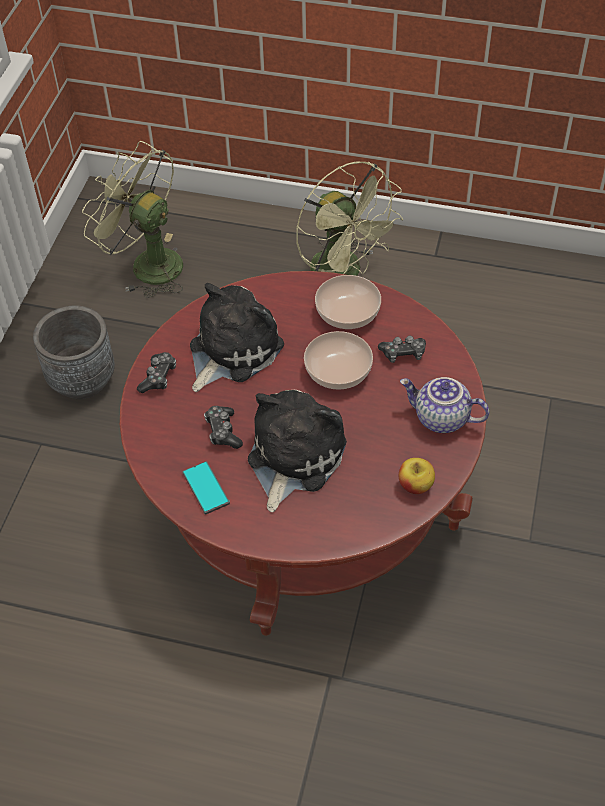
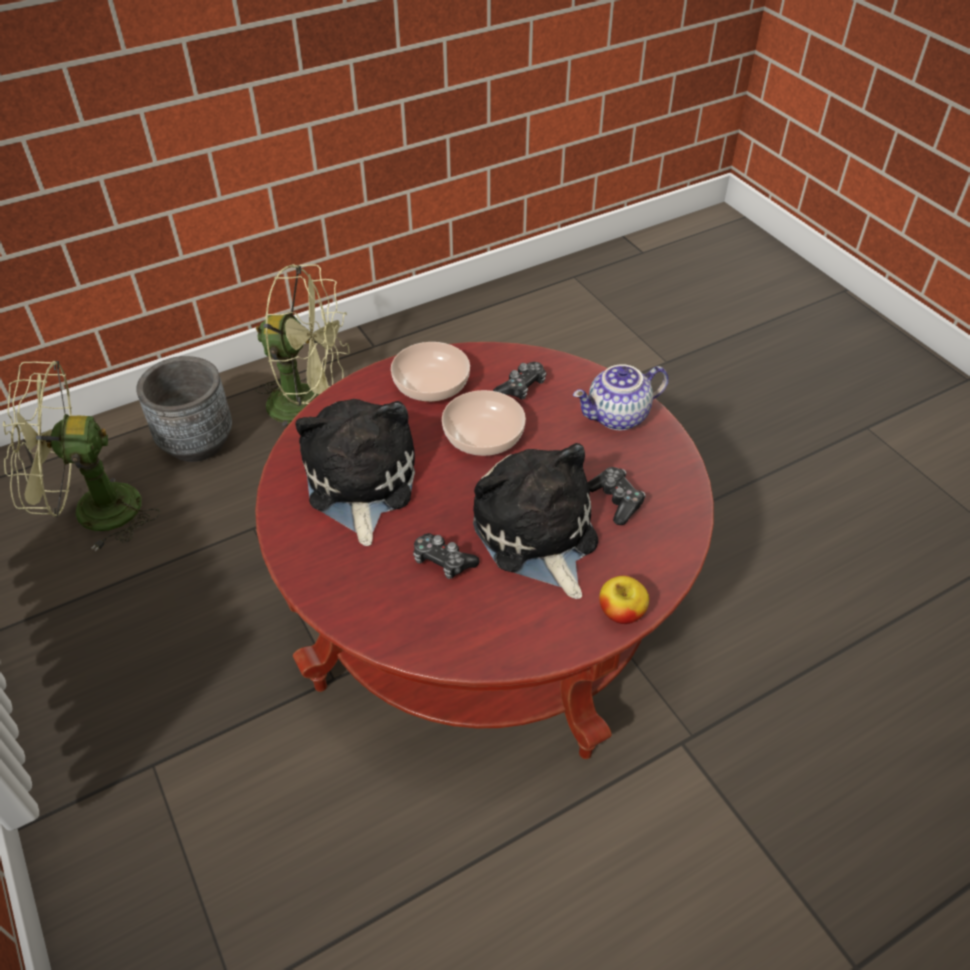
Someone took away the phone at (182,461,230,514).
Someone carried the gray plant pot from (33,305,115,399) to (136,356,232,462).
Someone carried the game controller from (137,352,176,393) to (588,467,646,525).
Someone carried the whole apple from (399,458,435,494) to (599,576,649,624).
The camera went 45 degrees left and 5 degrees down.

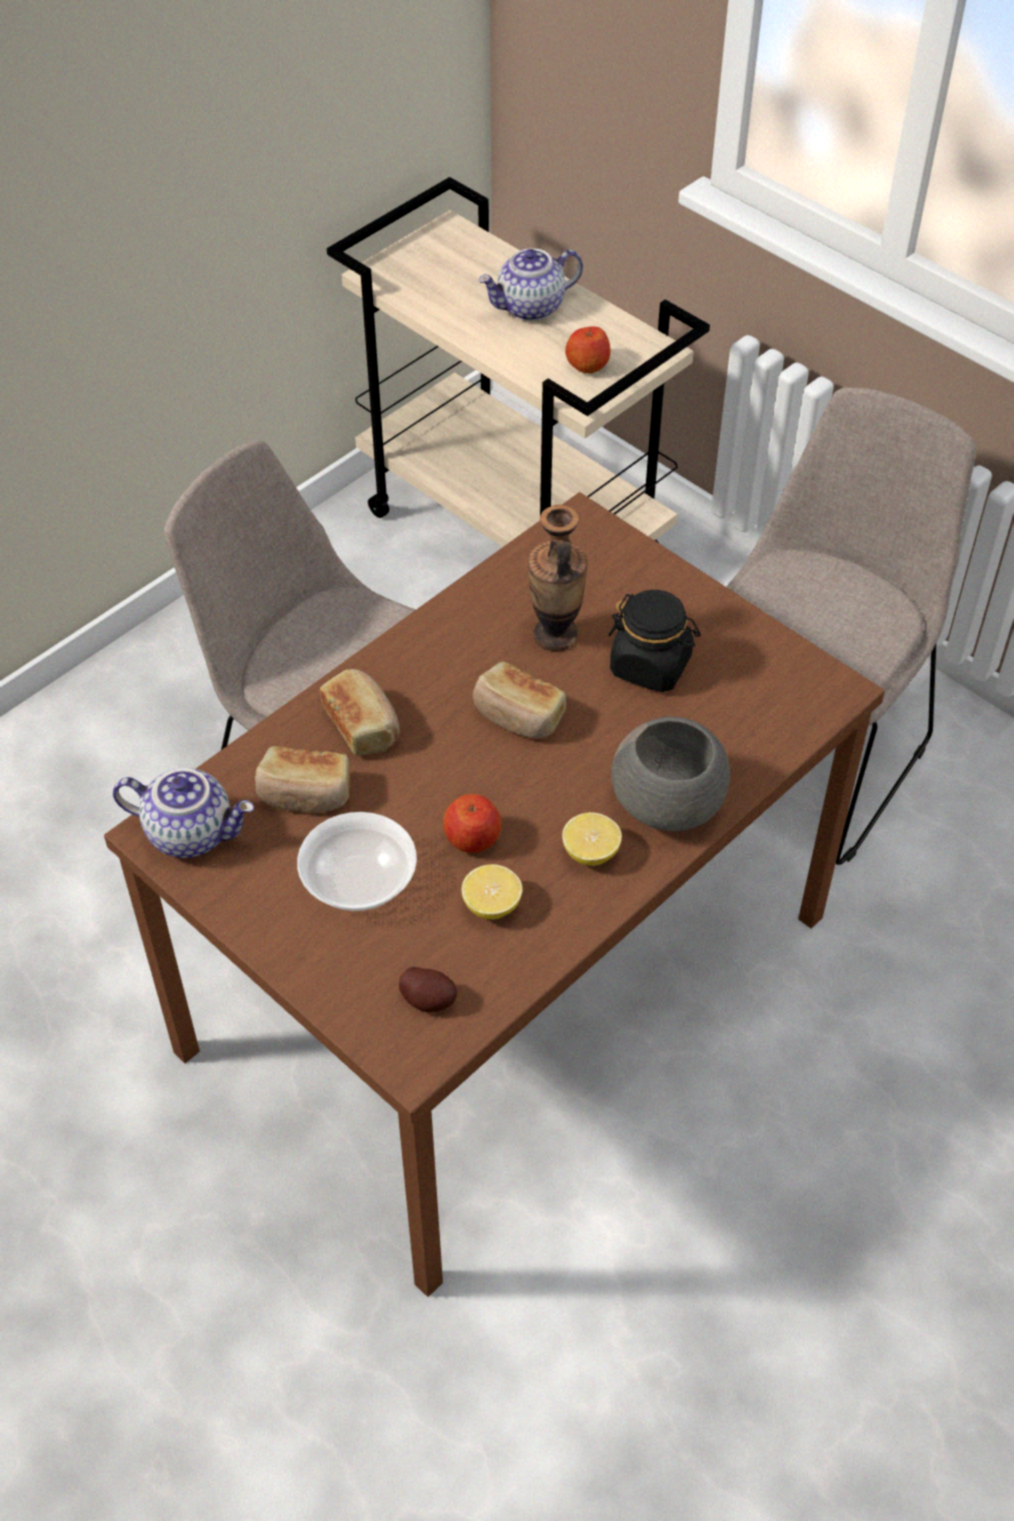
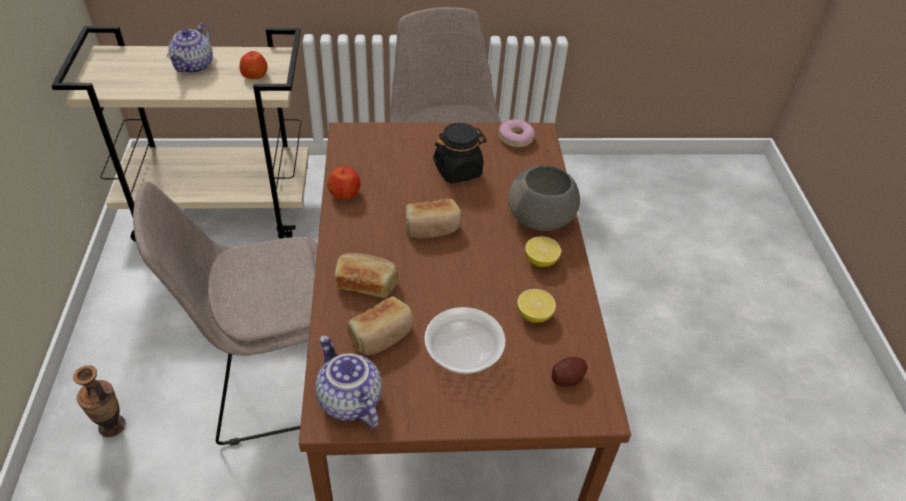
Someone put down the ring doughnut at (499,119,535,147).
Someone carried the whole apple from (443,794,501,853) to (327,167,361,200).
Someone carried the flower vase from (528,505,588,651) to (73,365,126,437).
Someone rotated the pot for tea at (113,768,254,858) by 90 degrees counterclockwise.
The camera went 50 degrees left and 5 degrees down.

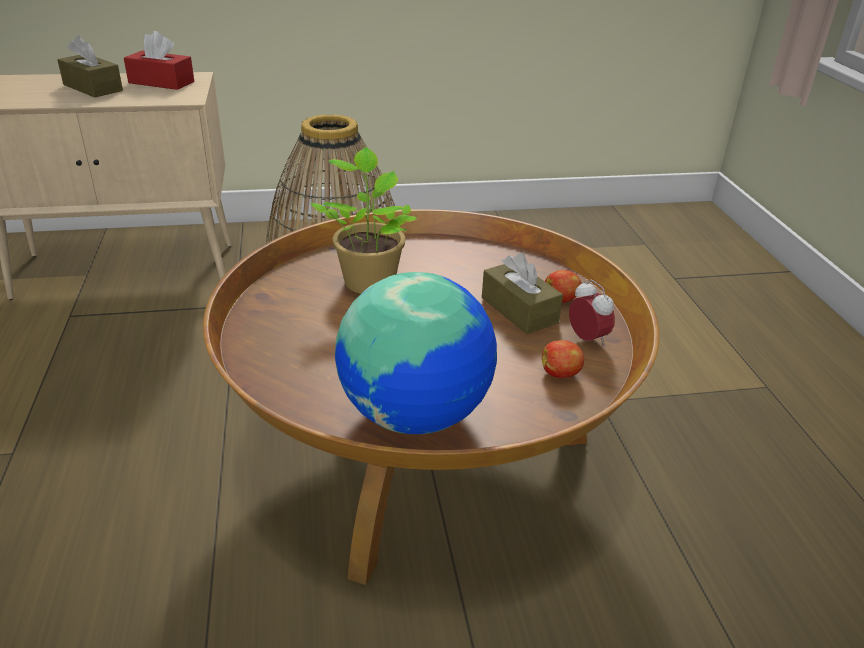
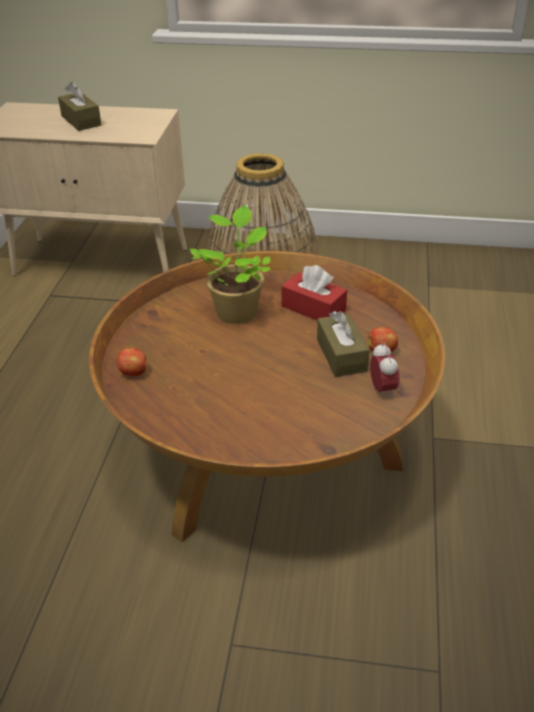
Someone took away the desk globe at (335,272,497,434).
Someone carried the reddish tissue box from (124,31,194,90) to (282,265,347,321).
Someone carried the whole apple from (542,340,584,378) to (117,348,146,376).
The camera went 20 degrees right and 5 degrees up.

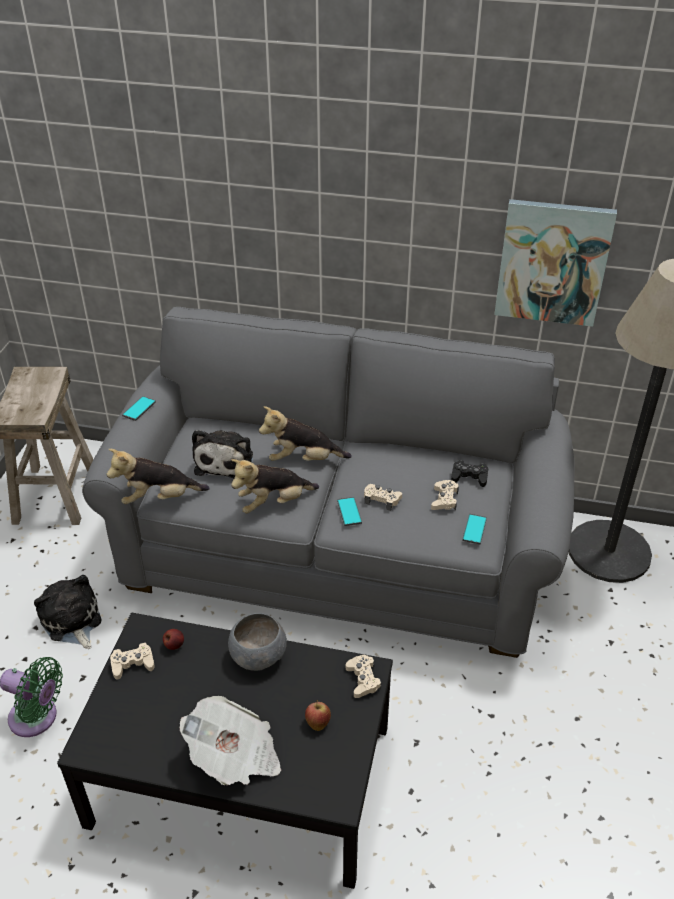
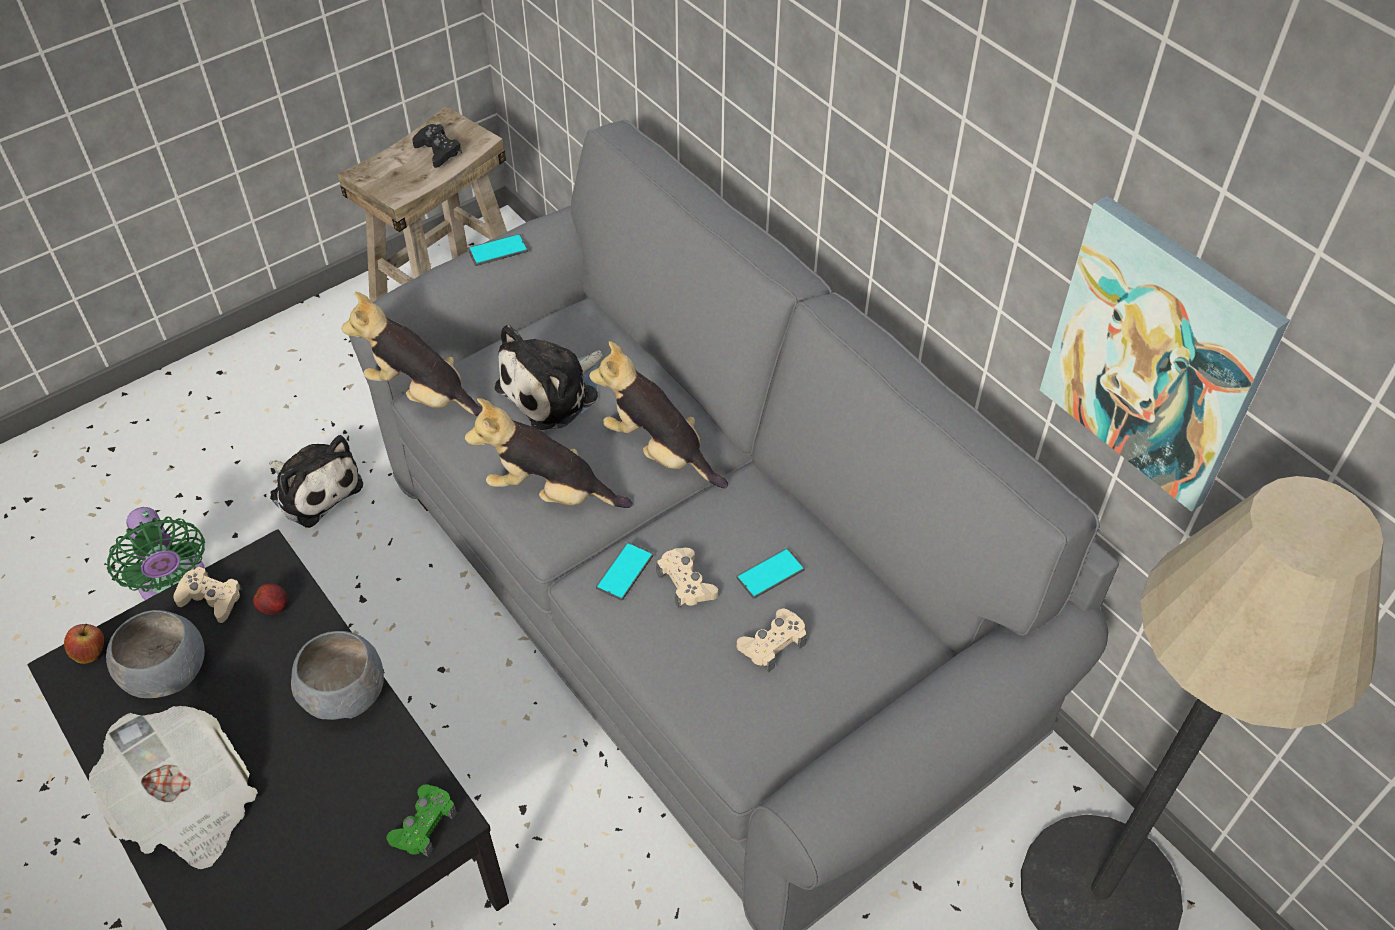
Someone put down the gray serving bowl at (106,610,205,698).
Someone carried the whole apple from (305,700,331,731) to (64,624,104,664).
Someone carried the black-coloured game controller from (451,460,488,487) to (412,124,462,168).
Someone carried the phone from (462,514,487,544) to (736,548,805,599).
Someone repainted the sand-coloured game controller at (346,655,381,698), which became the green-coloured game controller at (387,784,457,857).
Someone rotated the soft toy at (34,575,101,649) by 120 degrees clockwise.
The camera went 40 degrees right and 10 degrees up.

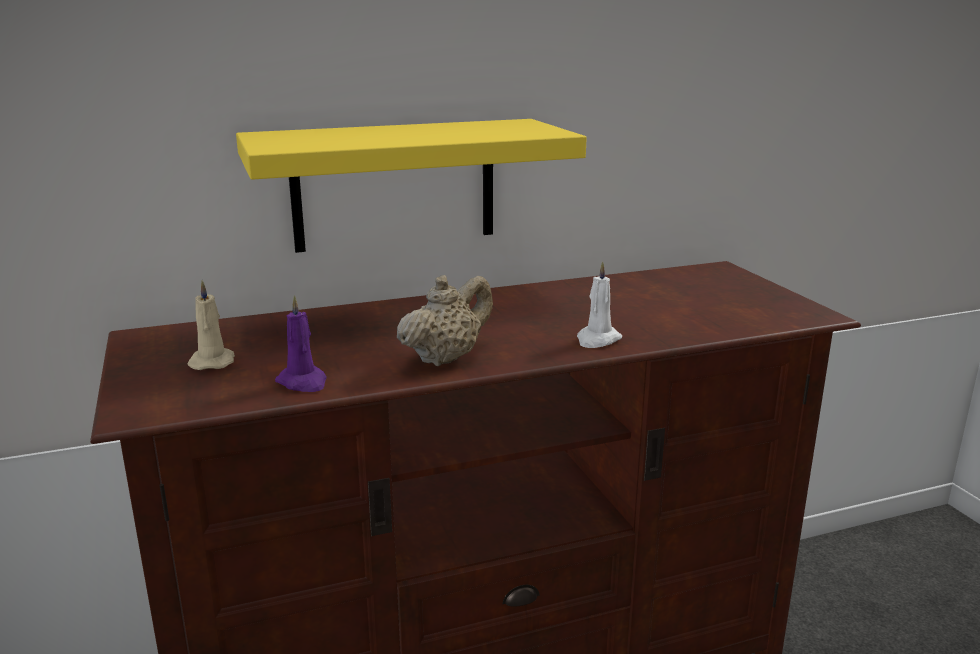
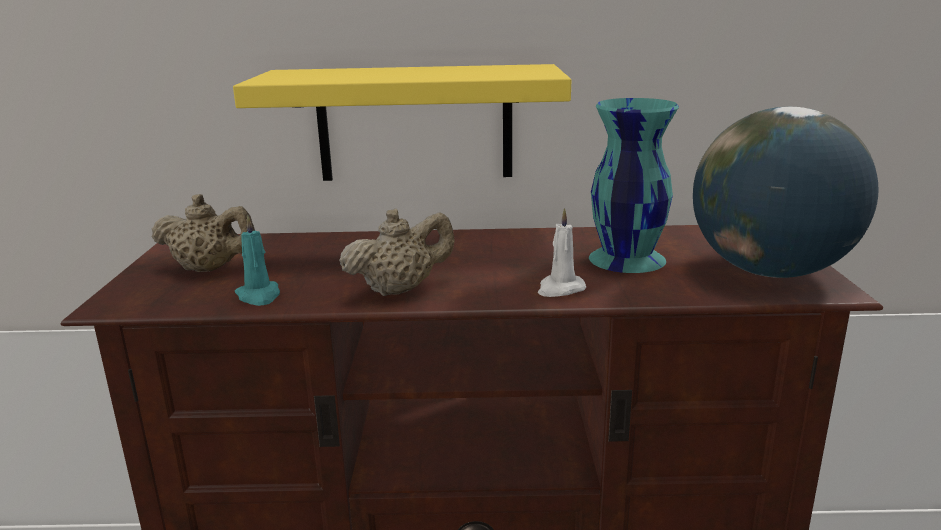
Someone put down the turquoise-coloured flower vase at (589,98,679,273).
Someone put down the desk globe at (693,107,878,278).
Someone swapped the sand-coloured wax light at (188,280,235,370) for the sand-coloured pot for tea at (151,194,255,272).
Someone repainted the purple wax light at (275,295,327,392), which became the turquoise-coloured wax light at (235,215,280,306).
The camera went 20 degrees right and 0 degrees up.

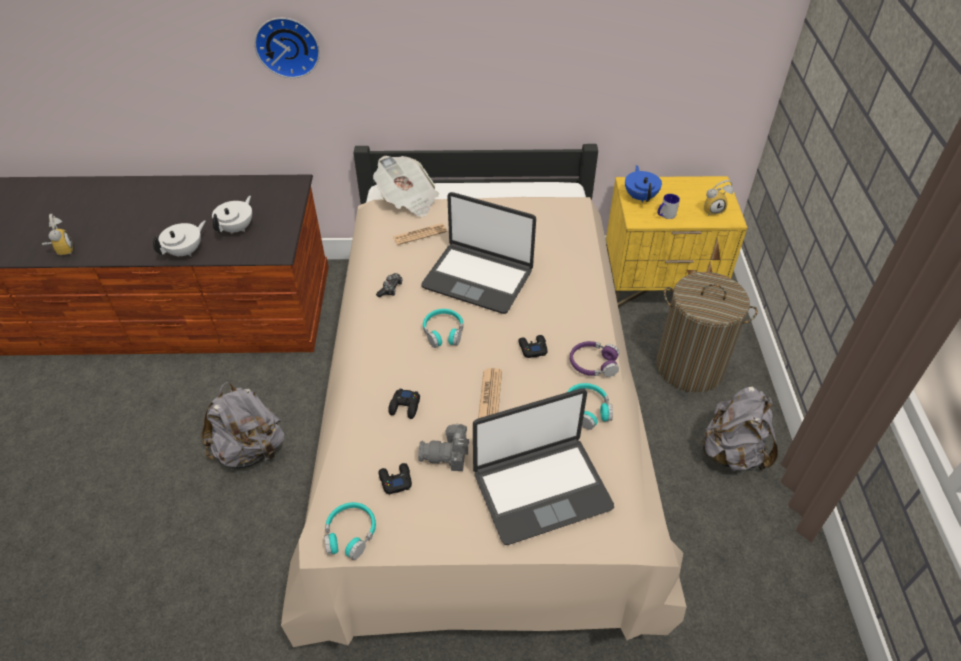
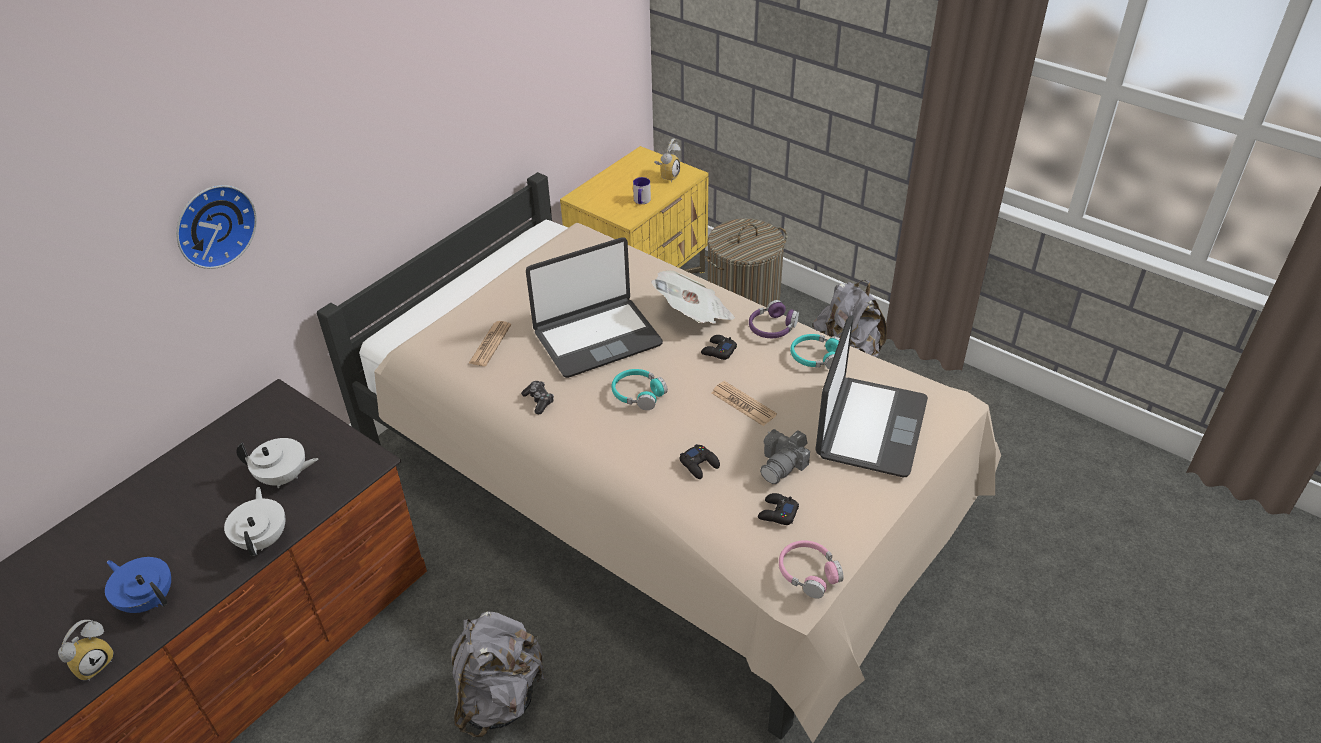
Someone carried the daily paper from (373,156,439,217) to (651,270,735,324).
Someone carried the bluish pot for tea from (625,165,662,203) to (105,557,171,613).
Someone repainted the turquoise-coloured headphones at (324,502,376,560), which became the pinkish headphones at (779,540,843,599).
Someone rotated the bedside clock at (42,214,73,256) by 105 degrees clockwise.
Someone rotated the whitish pot for tea at (212,196,252,234) by 120 degrees clockwise.
The camera went 50 degrees left and 5 degrees down.

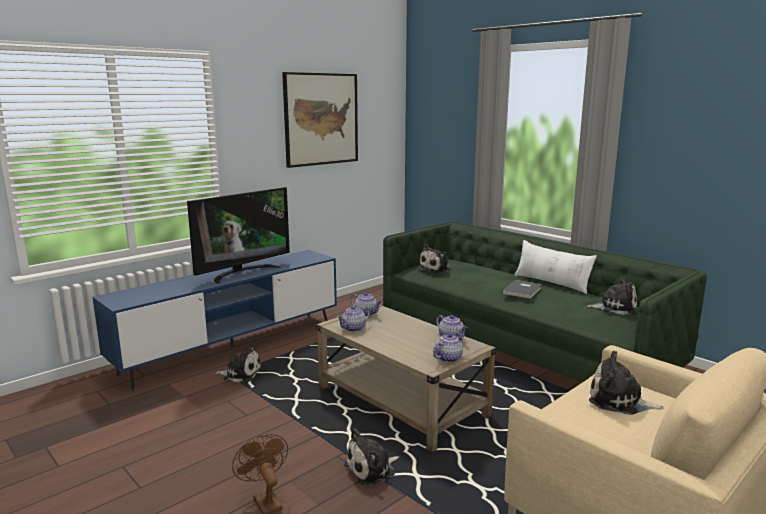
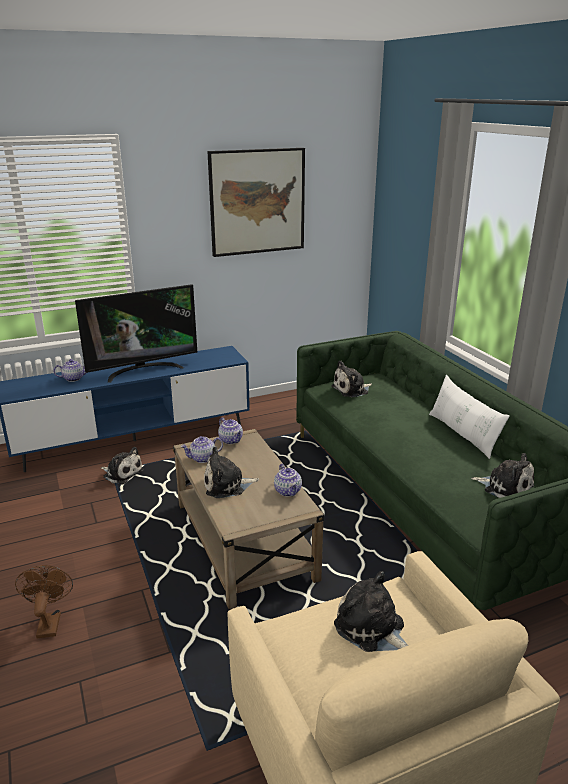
Someone took away the gray bound book at (502,280,542,299).
Someone carried the soft toy from (344,429,400,486) to (204,446,259,498).
Someone carried the pot for tea from (433,333,465,362) to (53,359,86,382).
The camera went 20 degrees right and 10 degrees up.

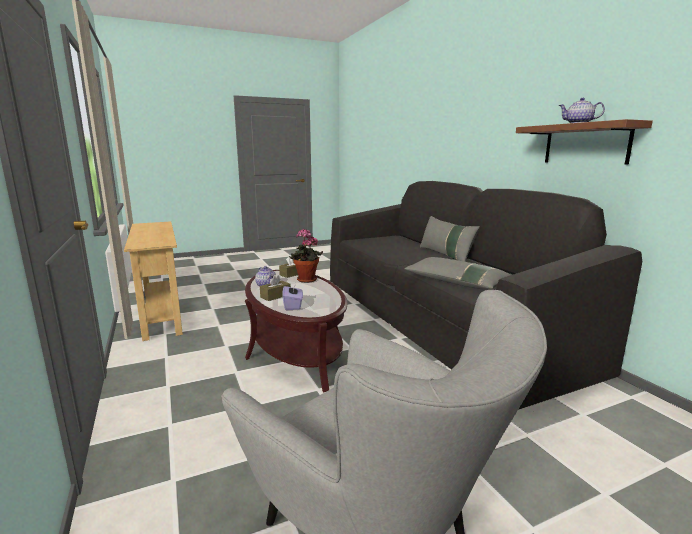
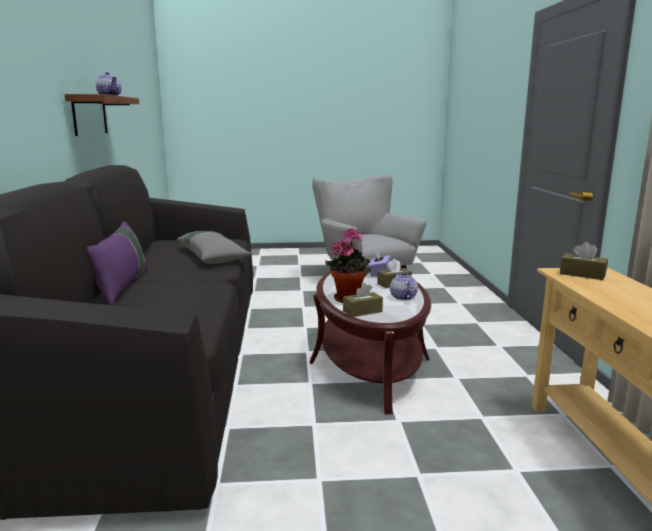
Someone put down the brown tissue box at (560,242,608,280).
Someone repainted the gray cushion at (420,216,480,262), which became the purple cushion at (87,221,148,306).
The camera went 160 degrees left and 0 degrees up.

